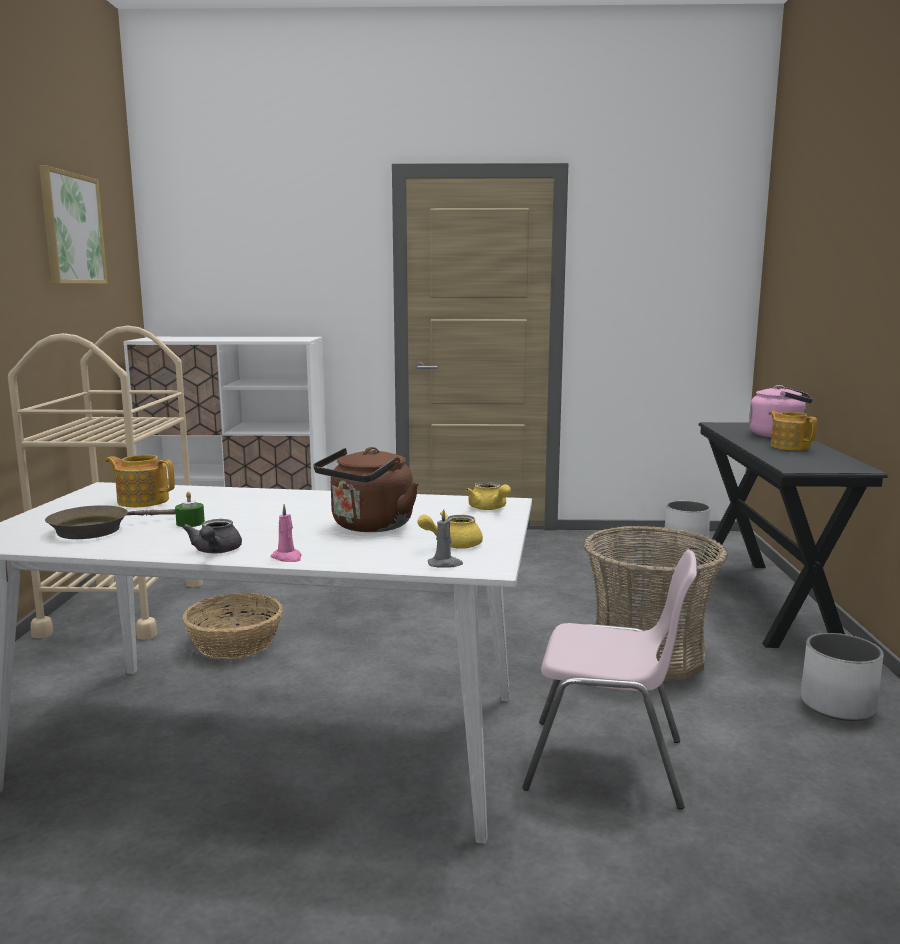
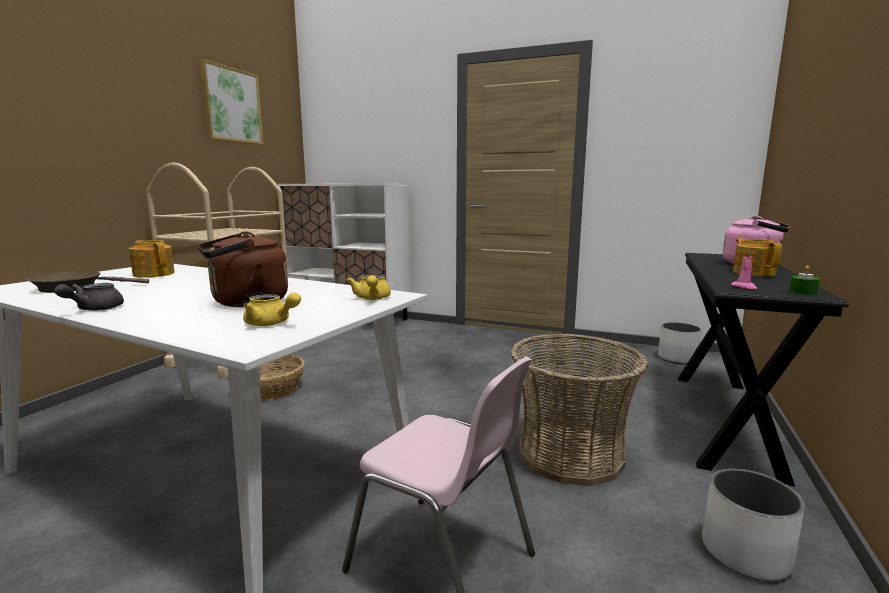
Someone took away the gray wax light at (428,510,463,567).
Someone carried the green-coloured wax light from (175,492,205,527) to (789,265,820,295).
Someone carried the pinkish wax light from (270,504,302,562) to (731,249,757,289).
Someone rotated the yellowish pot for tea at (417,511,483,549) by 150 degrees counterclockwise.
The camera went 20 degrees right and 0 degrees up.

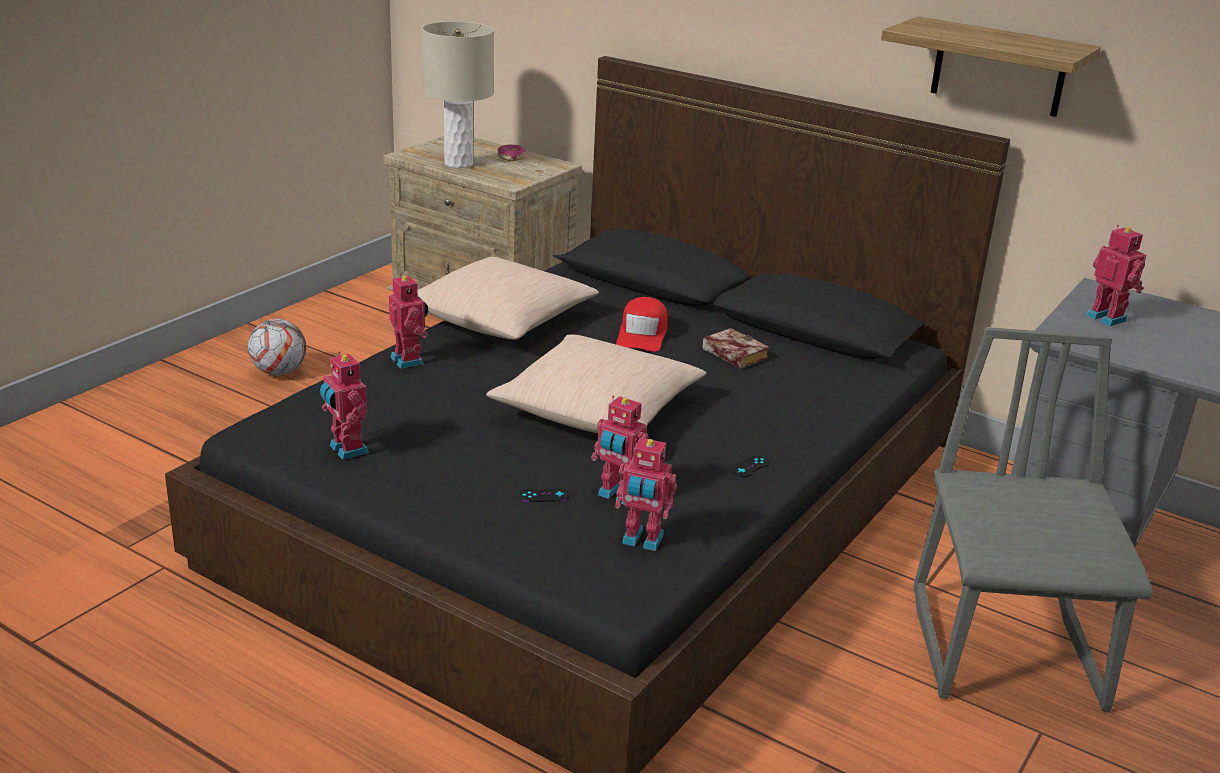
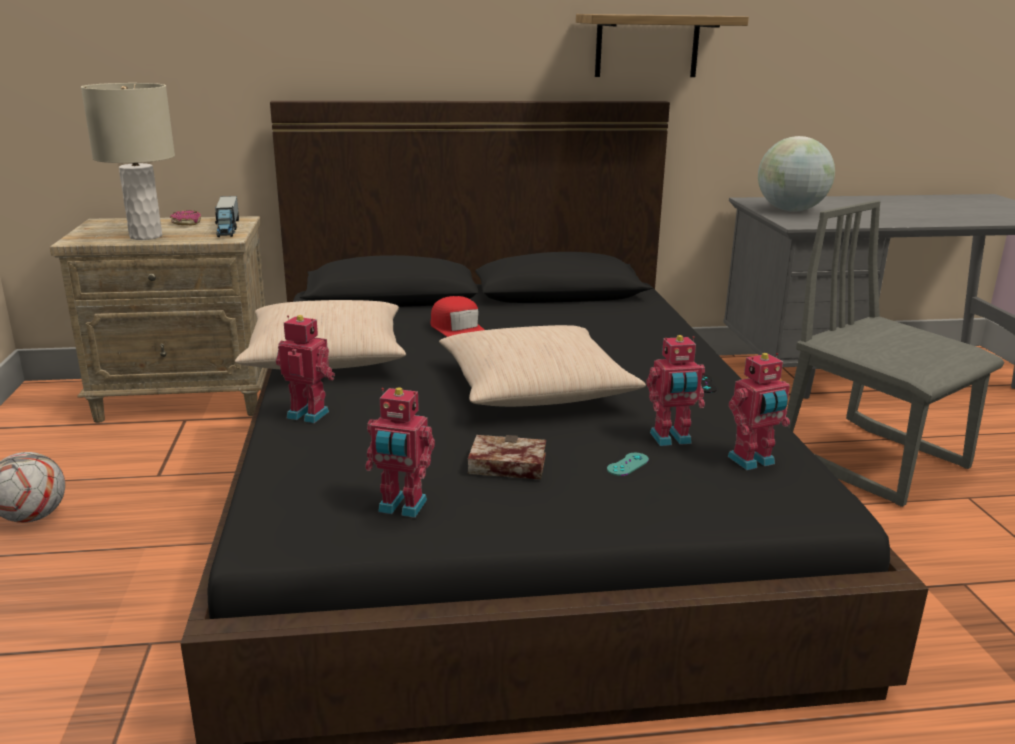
Someone put down the toy truck at (215,196,239,237).
Someone carried the bound book from (702,328,770,369) to (468,435,546,480).
Someone swapped the robot figure at (1086,225,1146,326) for the desk globe at (758,136,835,212).
Someone repainted the black-coloured game controller at (519,488,570,502), which became the turquoise-coloured game controller at (607,453,649,476).
The camera went 40 degrees left and 5 degrees down.

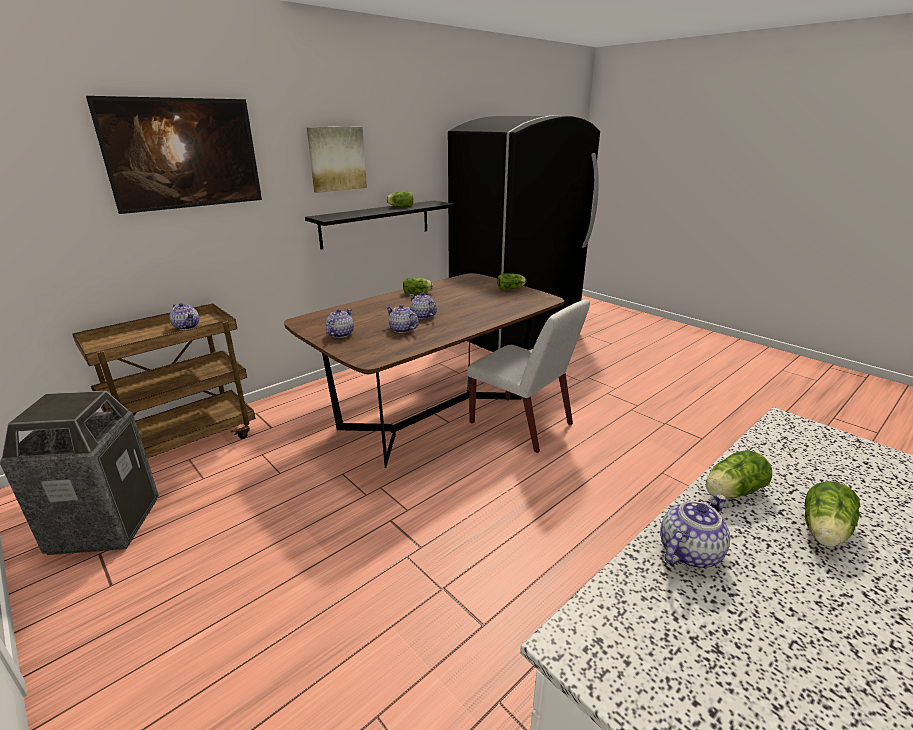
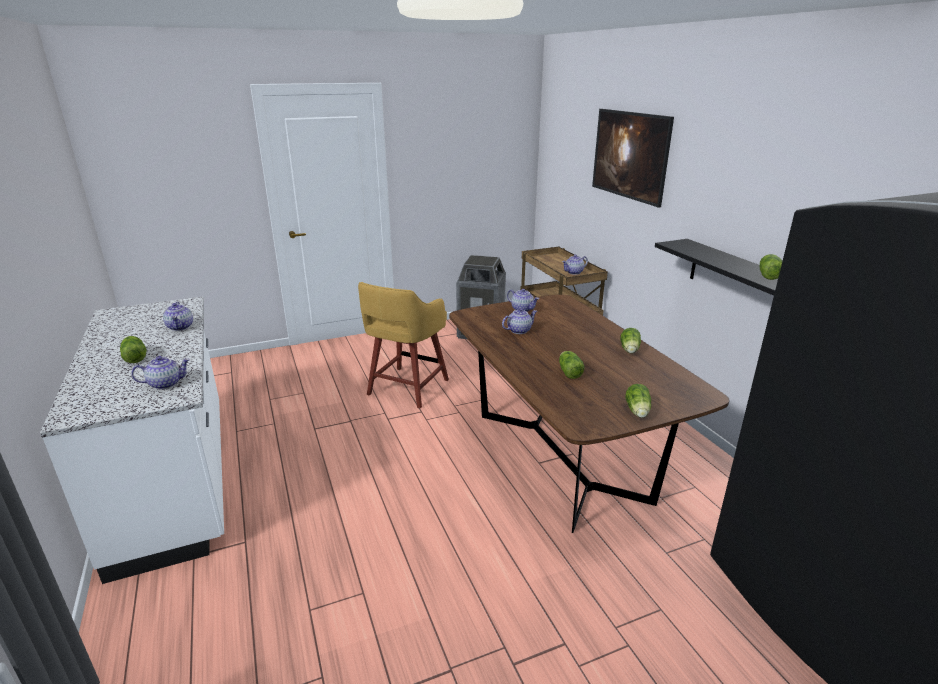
Someone took away the wall picture at (307,127,367,193).
Someone took away the whitish upright chair at (467,300,590,453).
Someone put down the yellowish sitting stool at (358,282,449,408).
Someone carried the pot for tea from (409,292,437,319) to (131,356,190,390).
Someone carried the lettuce from (706,450,772,498) to (559,351,585,379).
The camera went 110 degrees right and 0 degrees up.

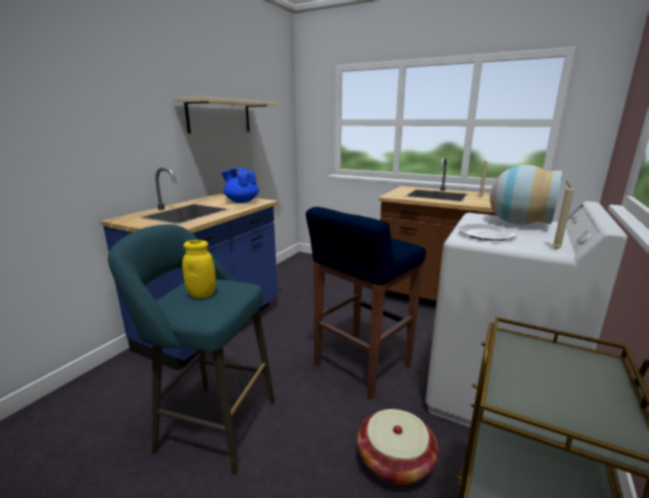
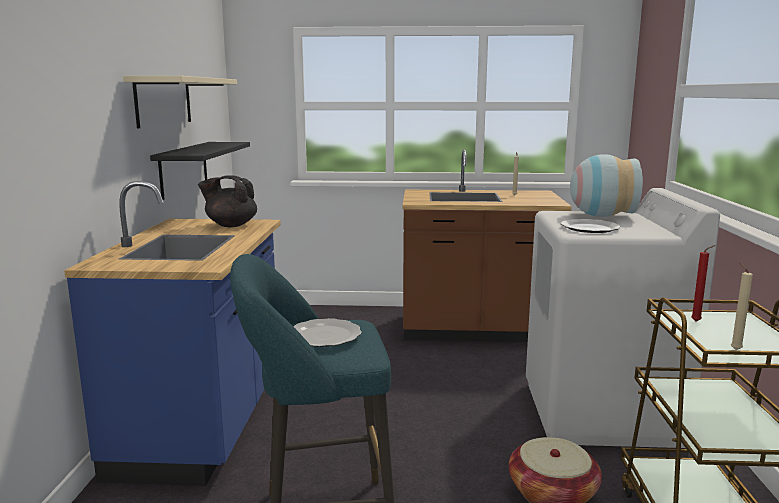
Someone took away the bluish sitting stool at (306,207,426,399).
Someone put up the black-coloured shelf at (150,142,250,200).
Someone put down the reddish wax light at (691,245,715,322).
Someone carried the sand-coloured wax light from (553,181,574,249) to (731,262,753,350).
Someone swapped the yellowish jar at (182,240,216,298) for the flat dish at (294,318,362,347).
Someone repainted the bluish pot for tea at (221,167,259,203), which became the black-coloured pot for tea at (198,175,257,227).
The camera went 25 degrees left and 5 degrees down.

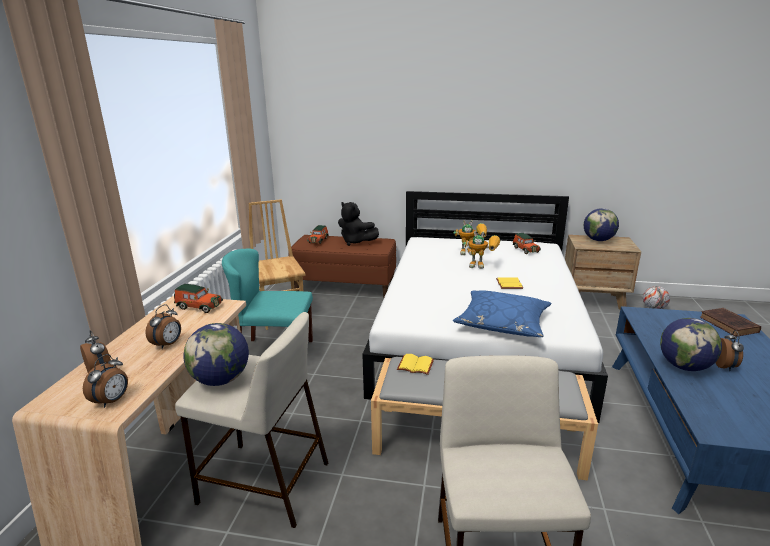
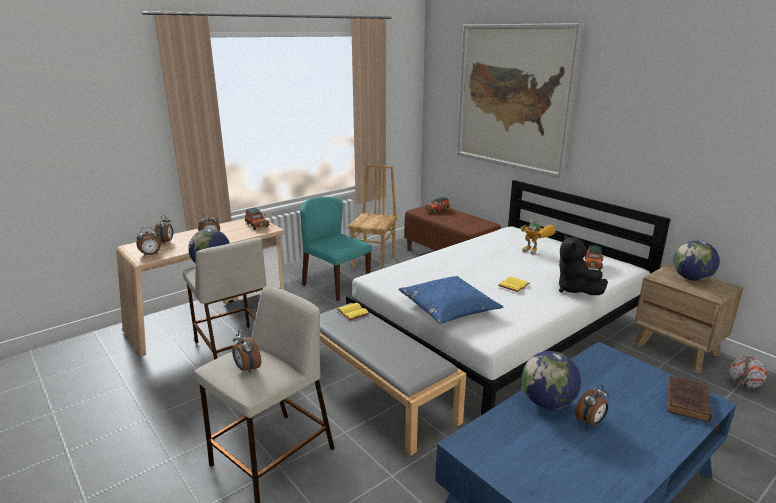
Someone took away the robot figure at (463,231,500,269).
Someone put down the bedside clock at (232,330,261,373).
Someone put up the wall picture at (457,23,585,178).
Someone carried the black-coloured soft toy from (338,202,379,246) to (559,235,608,295).
The camera went 40 degrees right and 0 degrees up.

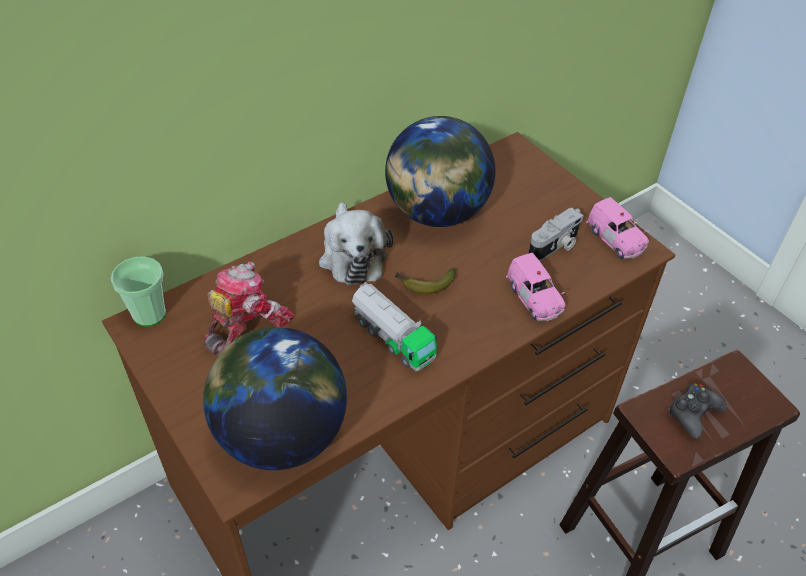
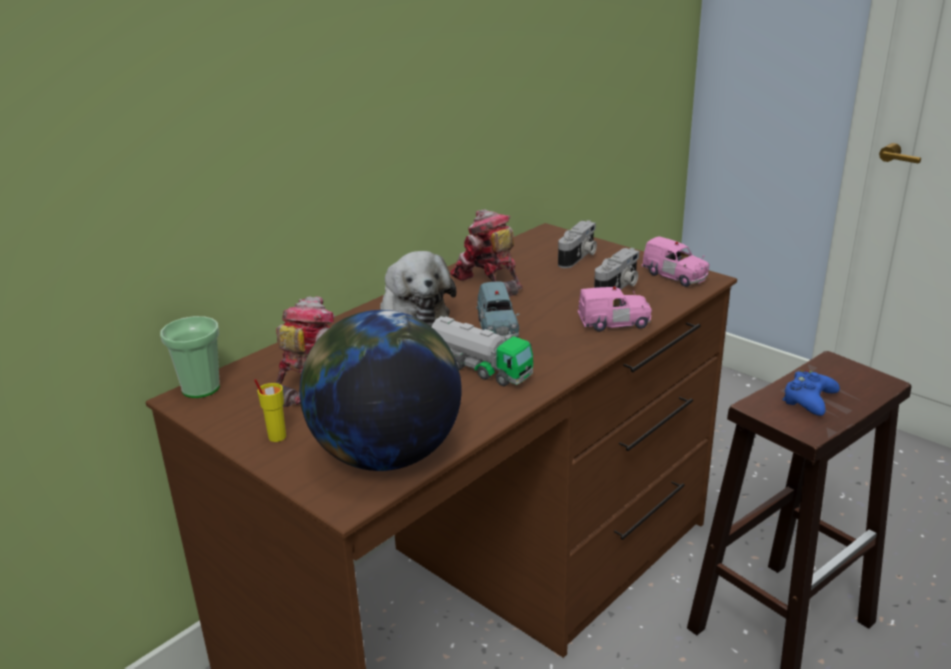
Someone put down the yellowish small cup at (254,379,286,442).
Someone put down the photo camera at (558,220,597,268).
Someone swapped the desk globe at (385,116,495,227) for the robot figure at (450,209,522,297).
Someone swapped the banana at (395,268,456,294) for the bluish toy car at (476,281,520,338).
Someone repainted the black-coloured game controller at (668,383,727,439), which became the bluish game controller at (782,370,840,416).
Someone rotated the pinkish toy car at (506,253,566,321) by 60 degrees counterclockwise.
The camera went 10 degrees left and 20 degrees down.

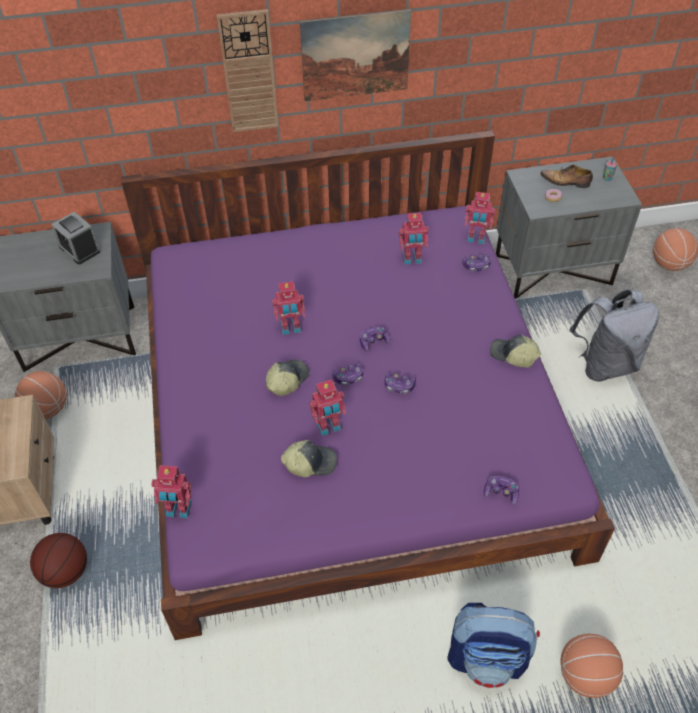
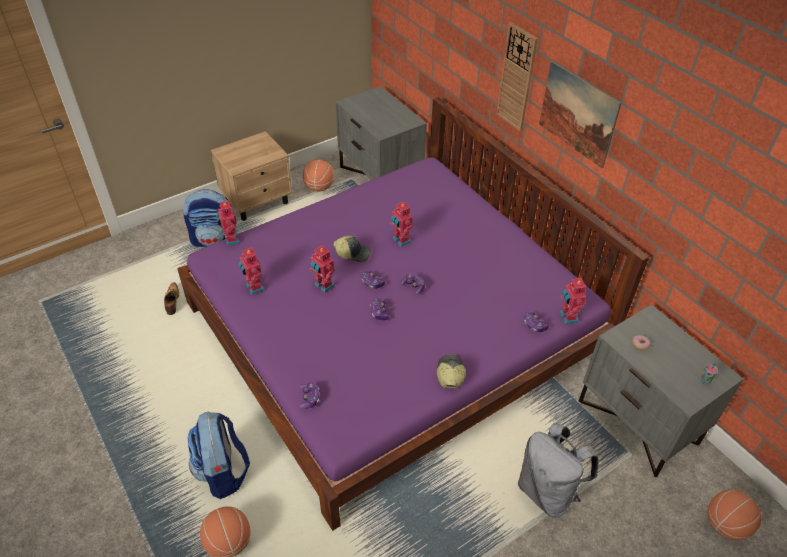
Someone took away the bedside clock at (51,212,100,264).
Someone took away the peaked cap at (281,440,337,477).
Someone carried the robot figure from (399,213,429,265) to (238,247,264,295).
Someone carried the shoe from (541,165,593,188) to (164,283,179,315).
Someone swapped the ball for basketball at (30,533,87,588) for the backpack at (183,189,232,247).
The camera went 65 degrees right and 5 degrees down.

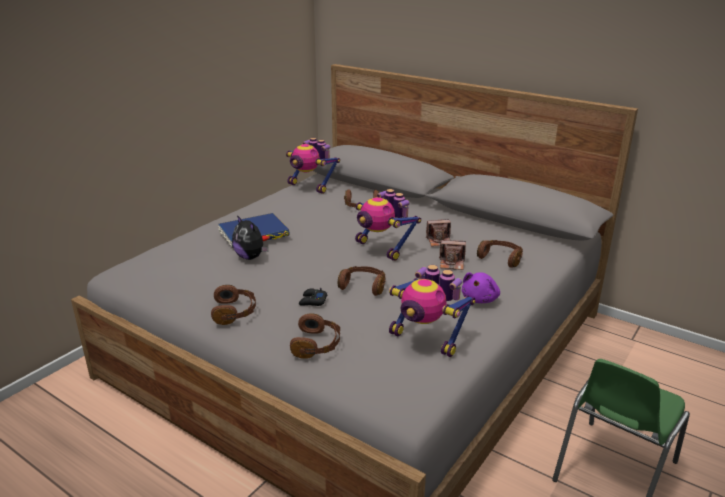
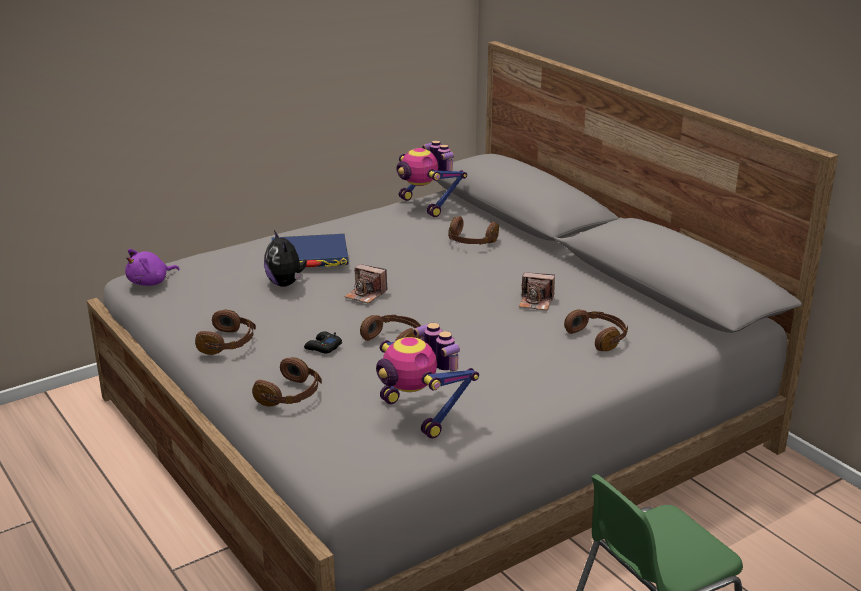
Someone took away the robot figure at (355,189,421,261).
Someone carried the photo camera from (439,240,466,270) to (344,264,388,304).
Someone carried the purple soft toy from (462,272,500,303) to (125,249,180,286).
The camera went 20 degrees right and 0 degrees up.

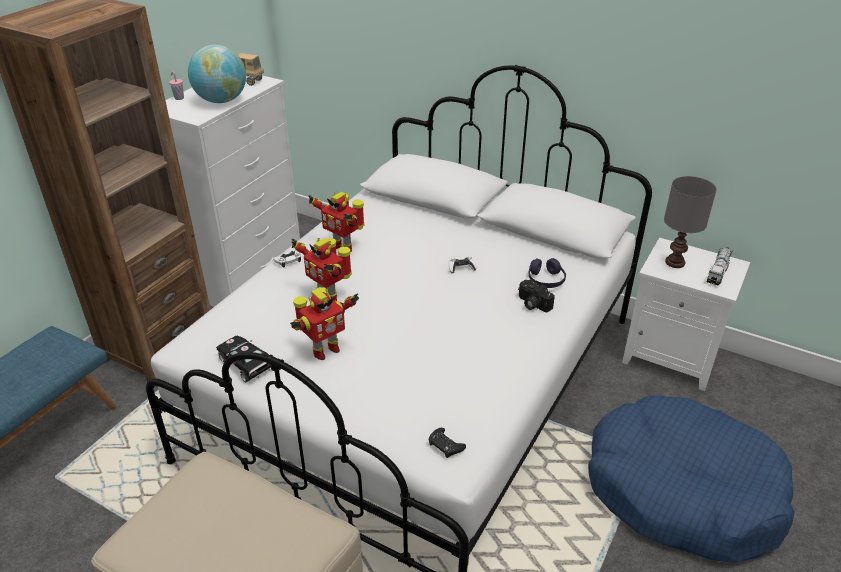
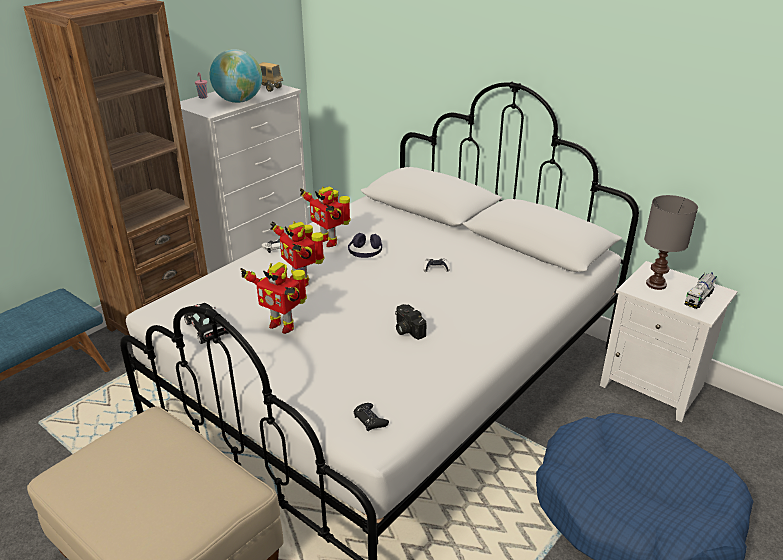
Someone carried the photo camera from (518,280,555,313) to (395,304,427,340).
Someone carried the purple headphones from (529,258,566,288) to (348,233,382,258).
Someone rotated the robot figure at (290,287,359,360) by 60 degrees clockwise.
The camera went 10 degrees right and 5 degrees down.

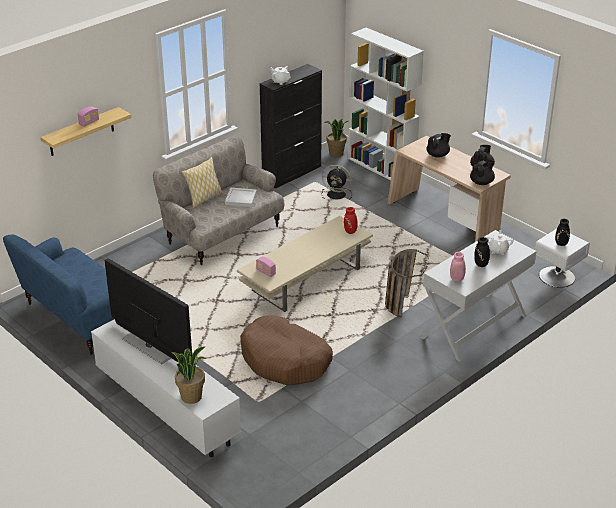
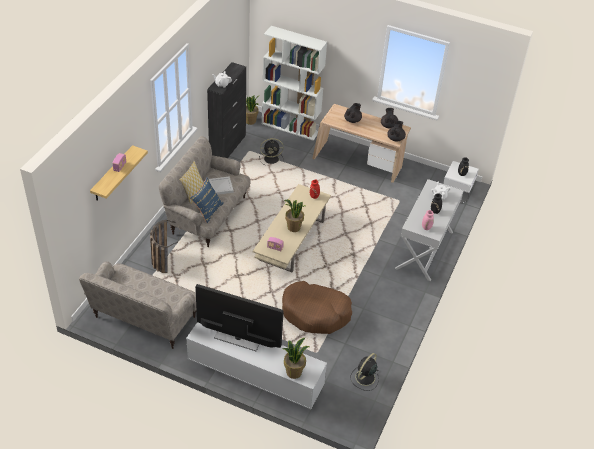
Someone put down the bluish cushion at (190,178,224,223).
Someone put down the potted plant at (284,200,306,232).
Someone put down the black-coloured fan at (351,353,379,391).
Someone carried the basket from (385,249,429,318) to (150,220,180,273).
Someone repainted the bluish sofa at (3,235,114,355), which became the sand-coloured sofa at (79,261,196,349).
The camera went 25 degrees left and 10 degrees up.

